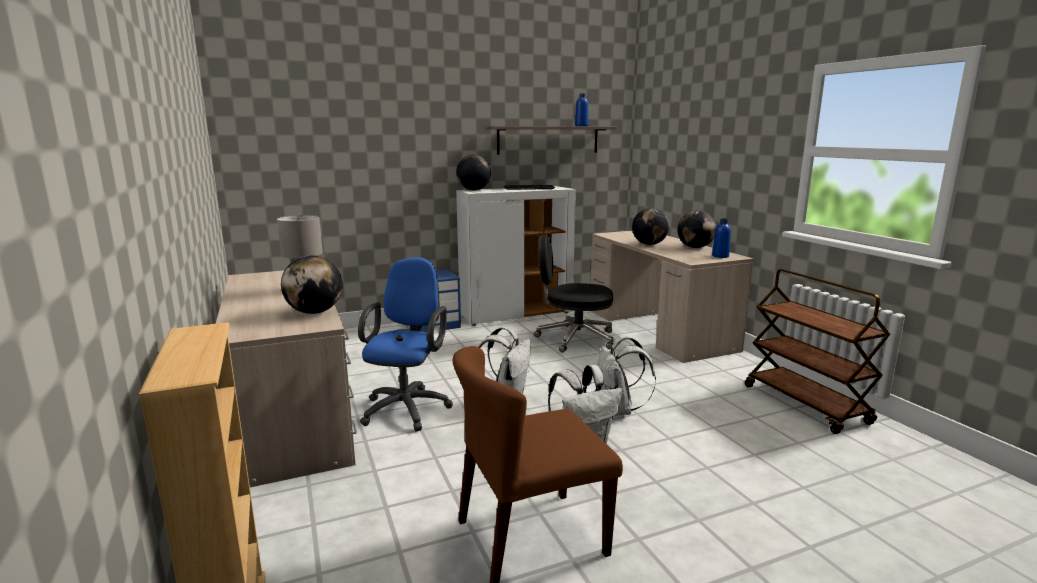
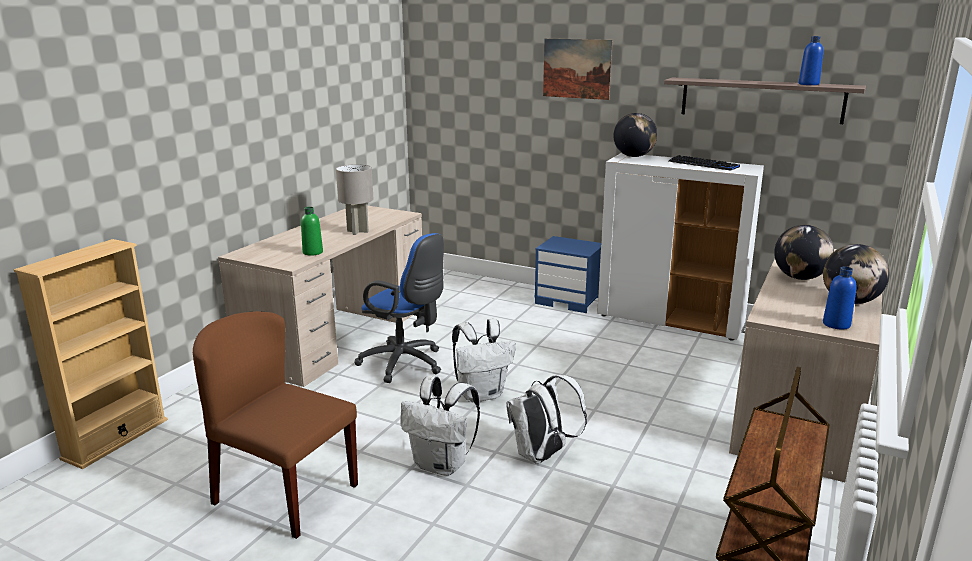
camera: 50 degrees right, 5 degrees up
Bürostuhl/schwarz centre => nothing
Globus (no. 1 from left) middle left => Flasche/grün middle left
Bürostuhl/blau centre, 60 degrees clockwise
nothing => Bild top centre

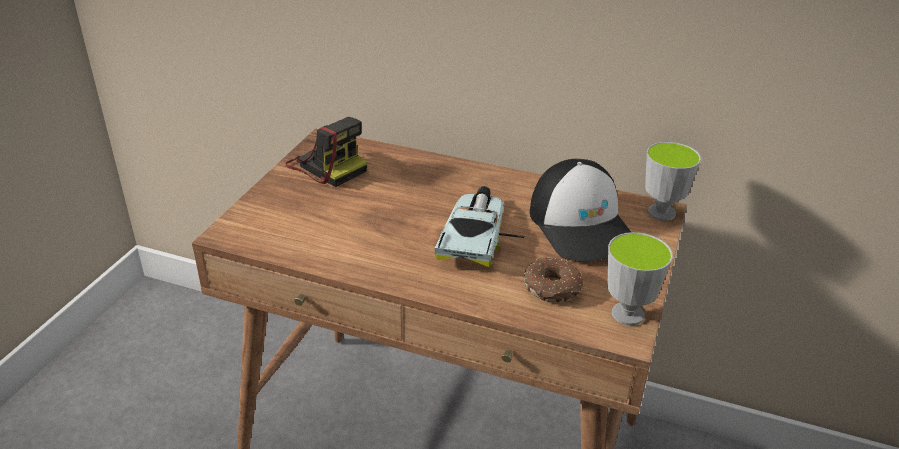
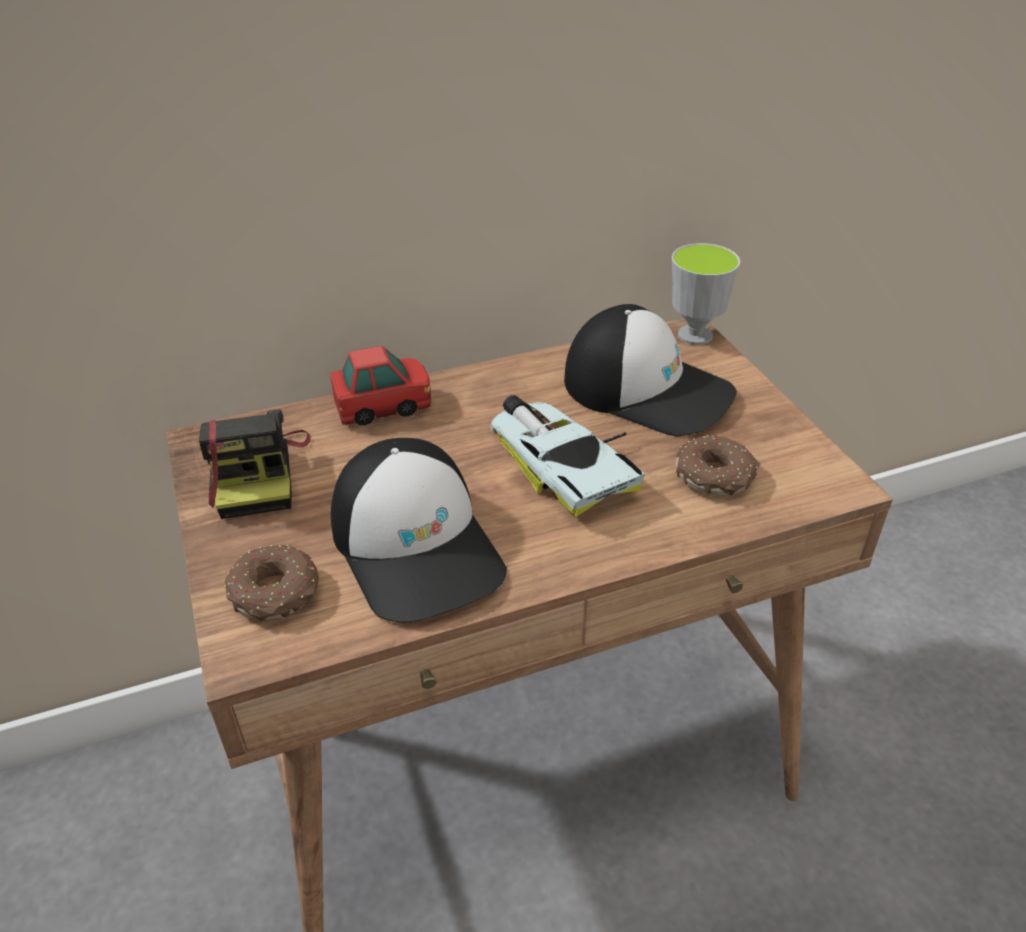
camera: 40 degrees left, 5 degrees up
Kamera centre => Kamera middle left, 75 degrees clockwise
Tasse (no. 1 from left) middle right => nothing
nothing => Spielzeugauto (no. 1 from left) centre
nothing => Kappe (no. 1 from left) centre
nothing => Donut (no. 1 from left) middle left

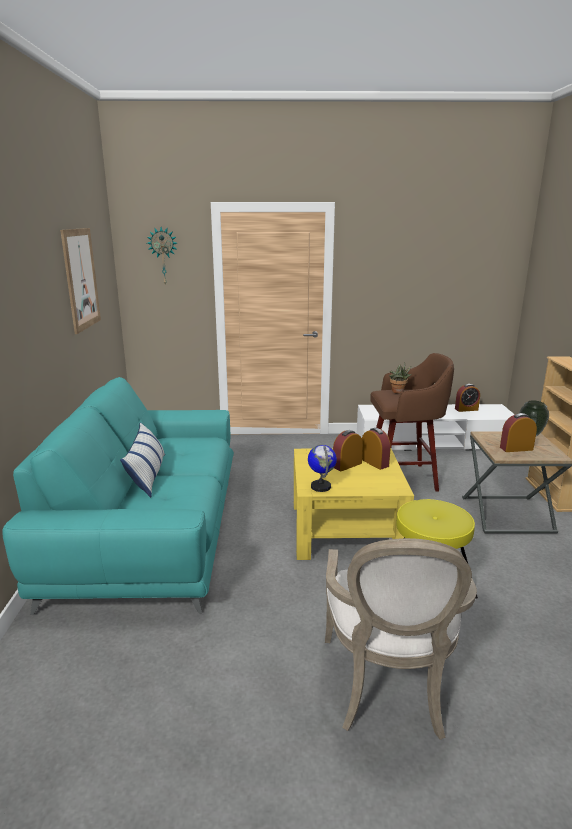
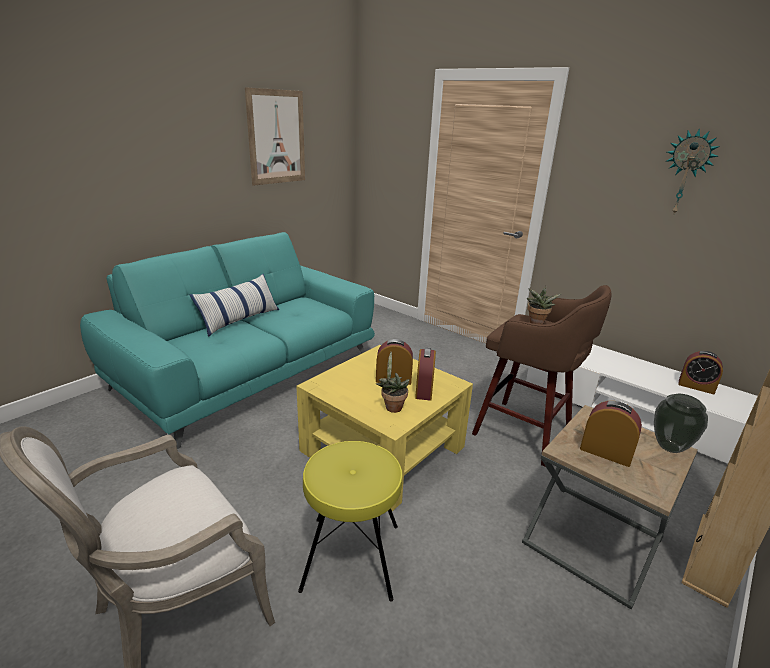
camera: 40 degrees right, 5 degrees up
Wanduhr top left => Wanduhr top right, shifted
Globus centre => nothing
nothing => Topfpflanze (no. 1 from left) centre

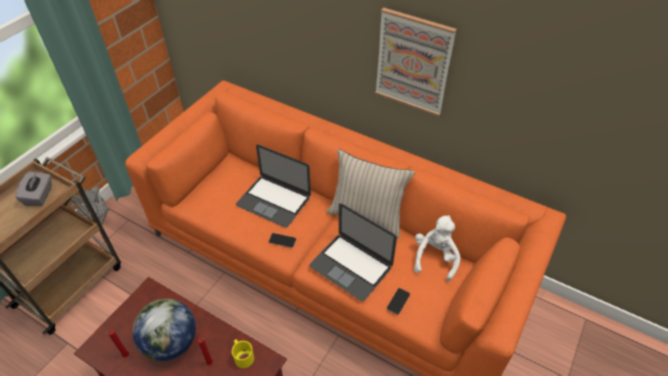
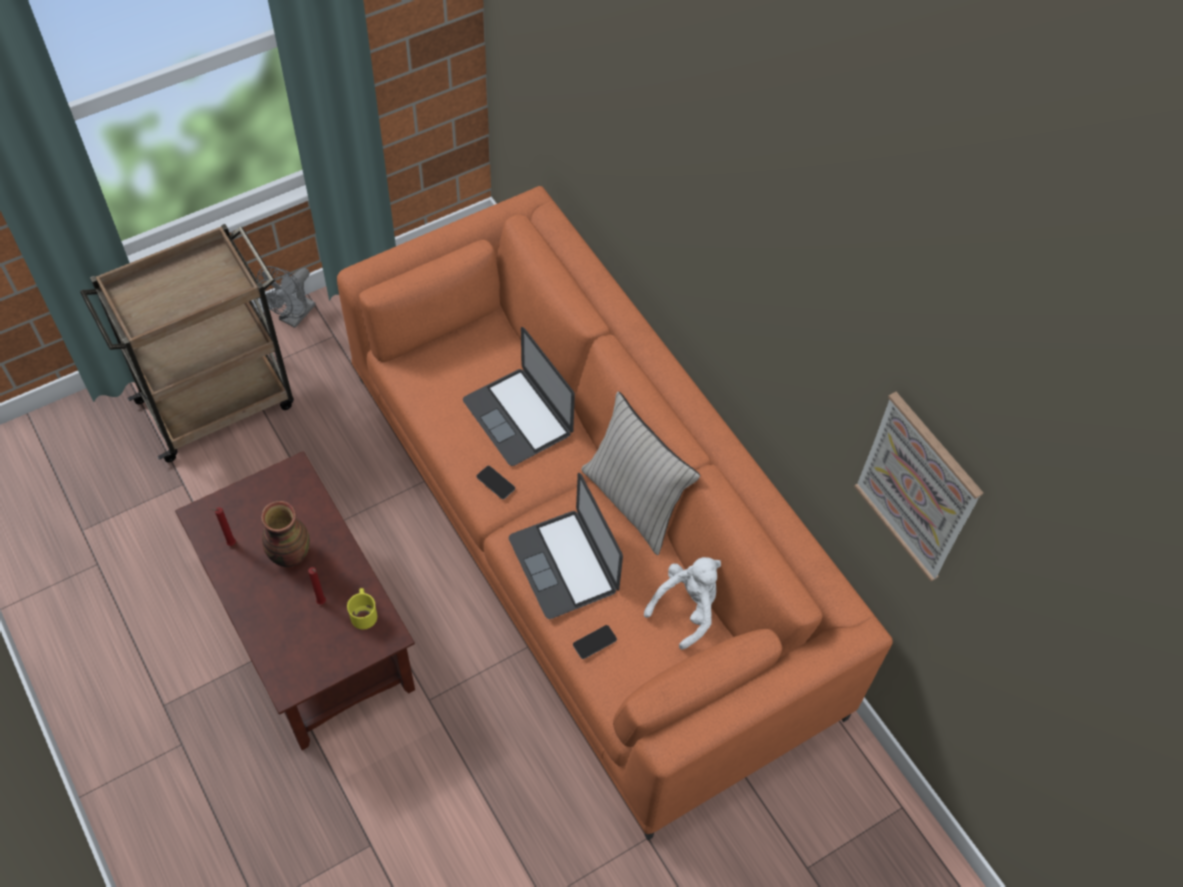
camera: 25 degrees right, 10 degrees up
Bild top centre => Bild middle right, shifted
Taschentuchbox/grau middle left => nothing
Globus bottom left => Vase middle left

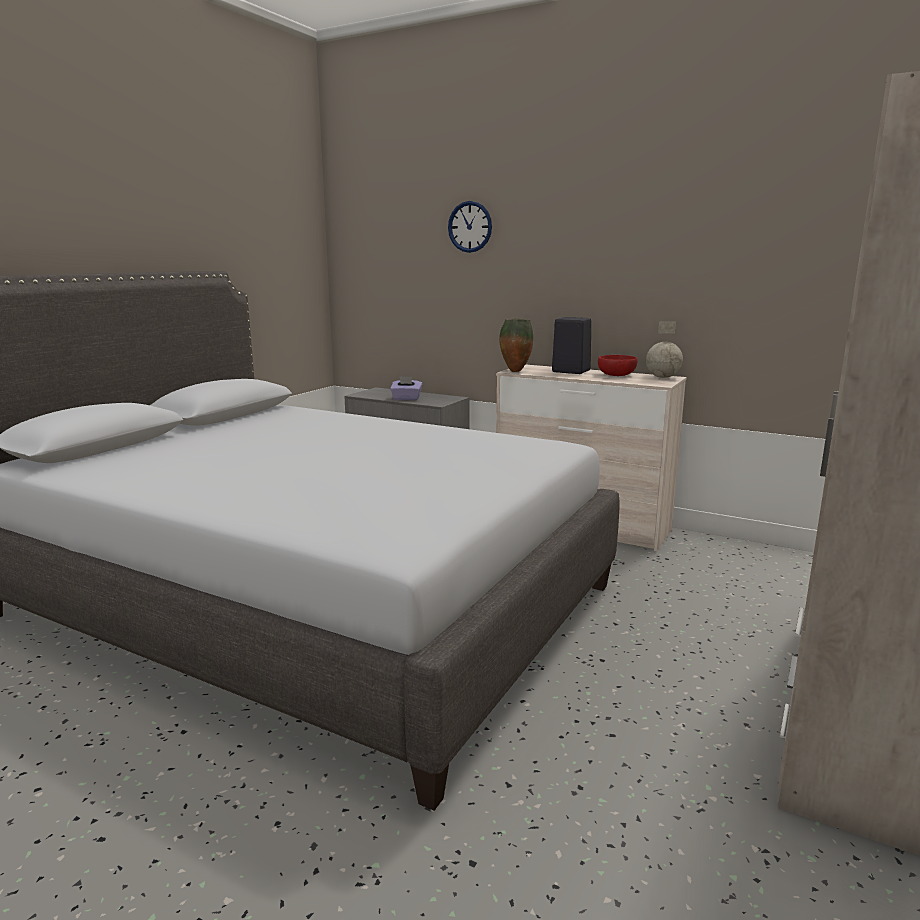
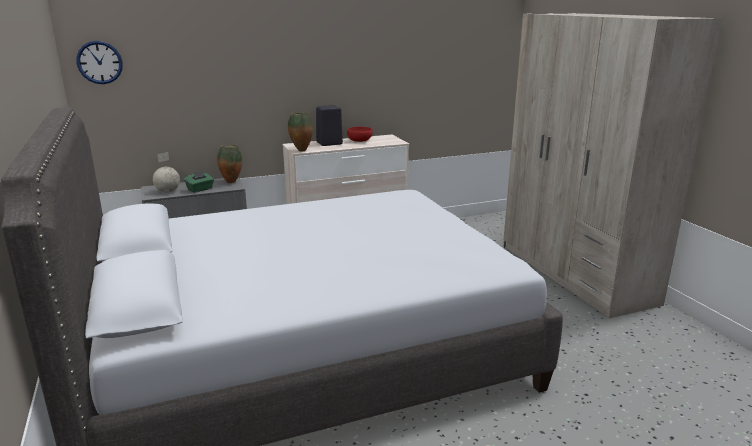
camera: 50 degrees left, 5 degrees up
Wanduhr top centre => Wanduhr top left, shifted
Globus middle right => Globus middle left, shifted
Taschentuchbox/lila centre => Taschentuchbox/grün middle left
nothing => Vase (no. 1 from left) middle left

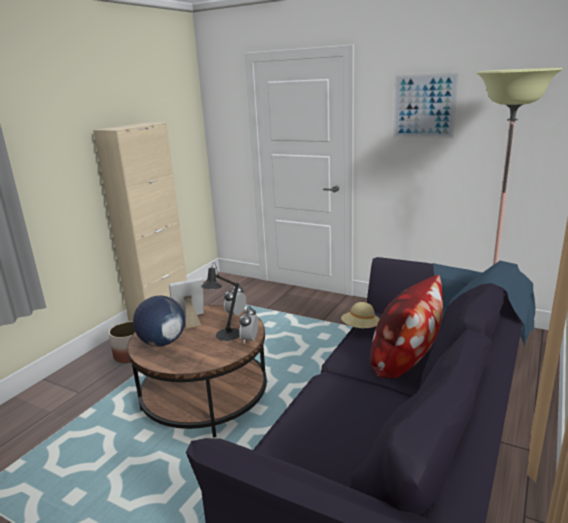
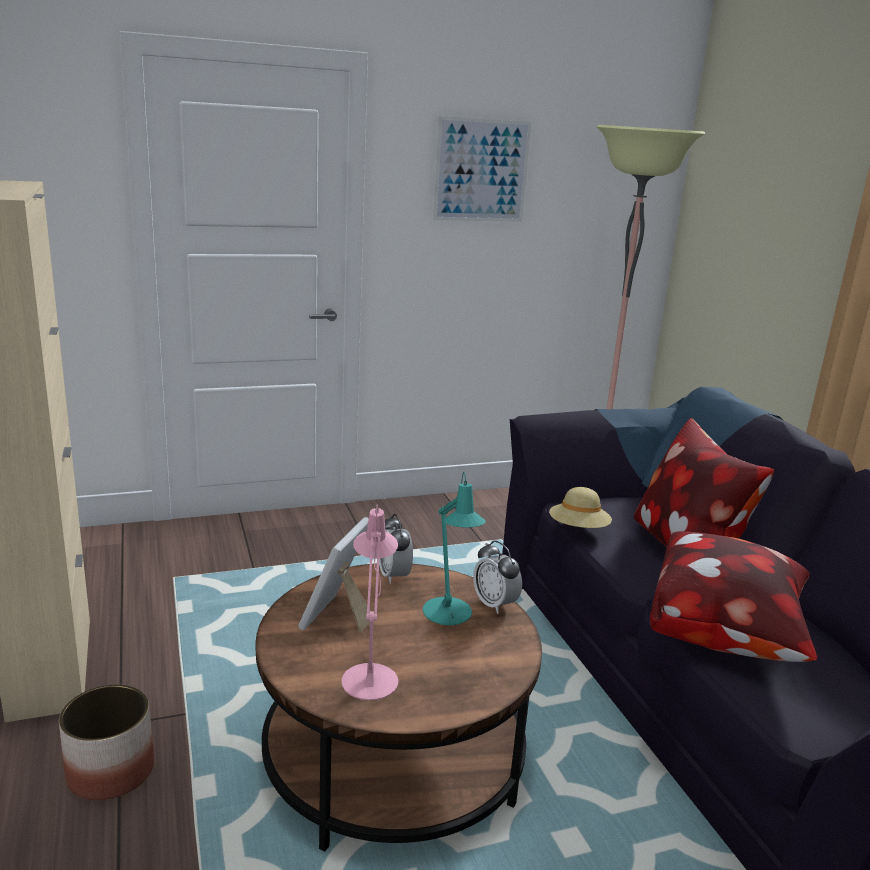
camera: 50 degrees left, 0 degrees up
Tischlampe/schwarz centre => Tischlampe/türkis centre
Globus middle left => Tischlampe/rosa bottom centre
nothing => Kissen (no. 2 from left) bottom right

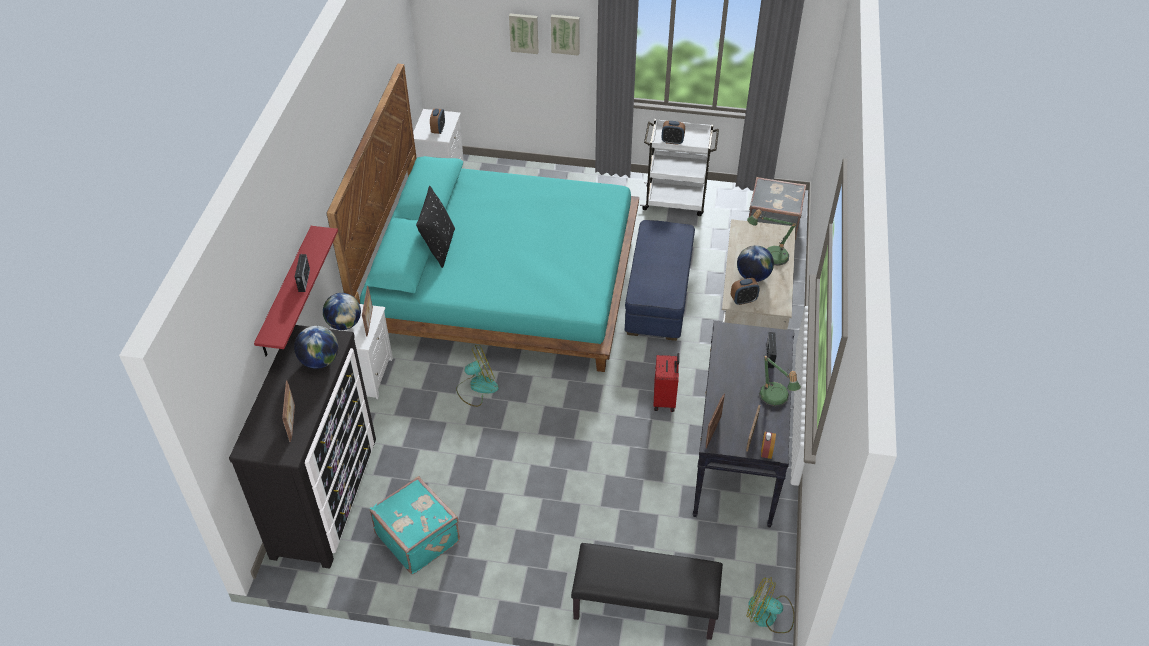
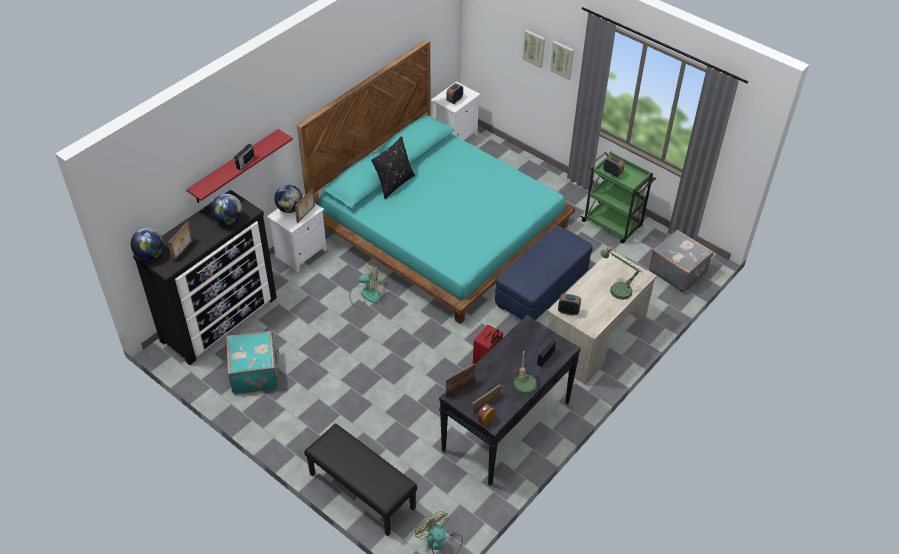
camera: 30 degrees right, 0 degrees up
Rollwagen/weiß top centre => Rollwagen/grün middle right
Globus (no. 3 from left in the first image) centre => Globus (no. 1 from left) middle left, shifted

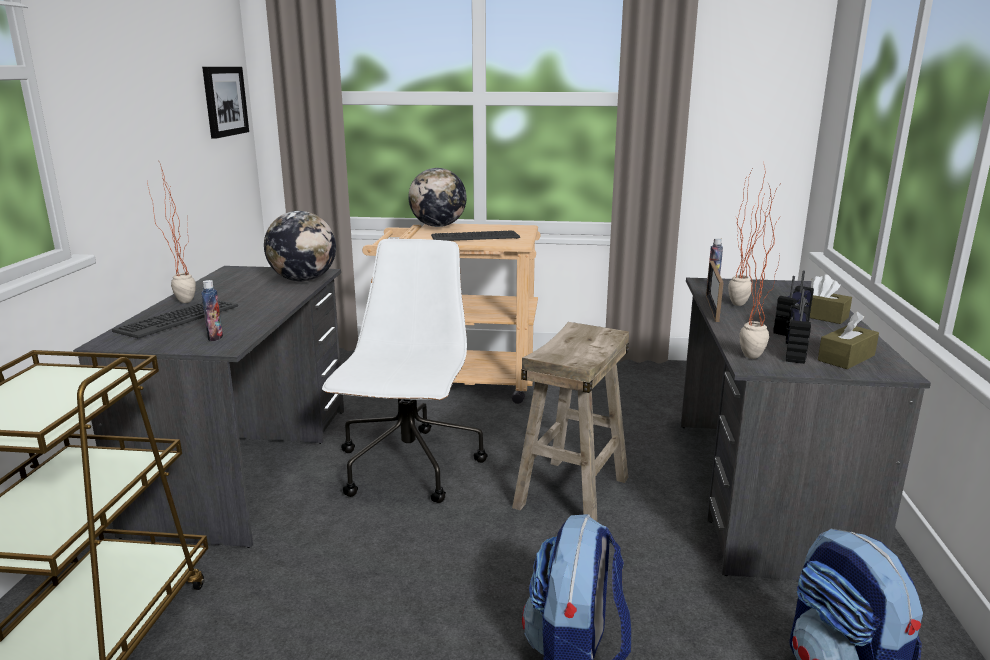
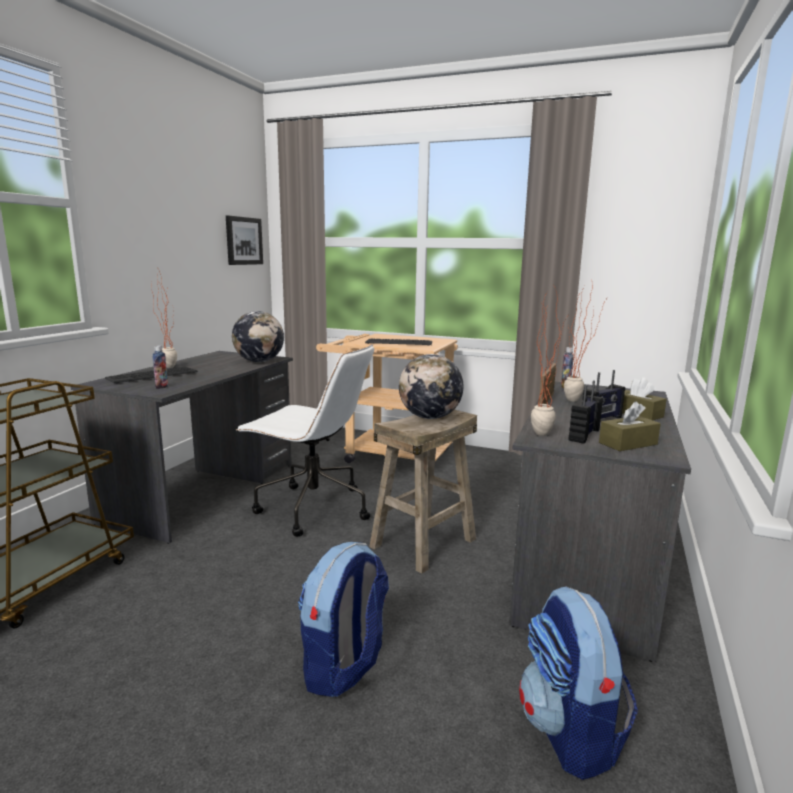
camera: 15 degrees right, 5 degrees down
Globus (no. 2 from left) top centre => Globus (no. 2 from left) centre, shifted
Bürostuhl/weiß centre, 90 degrees clockwise

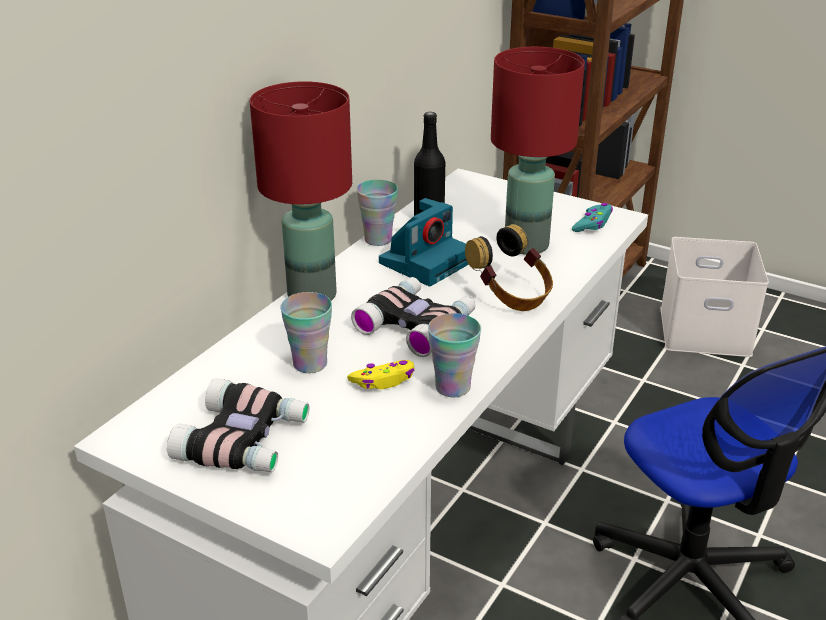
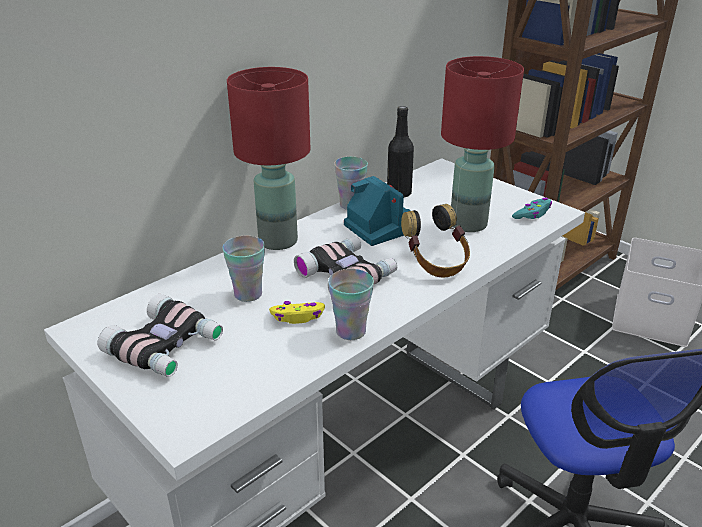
camera: 15 degrees right, 0 degrees up
Kamera centre, 90 degrees counterclockwise

